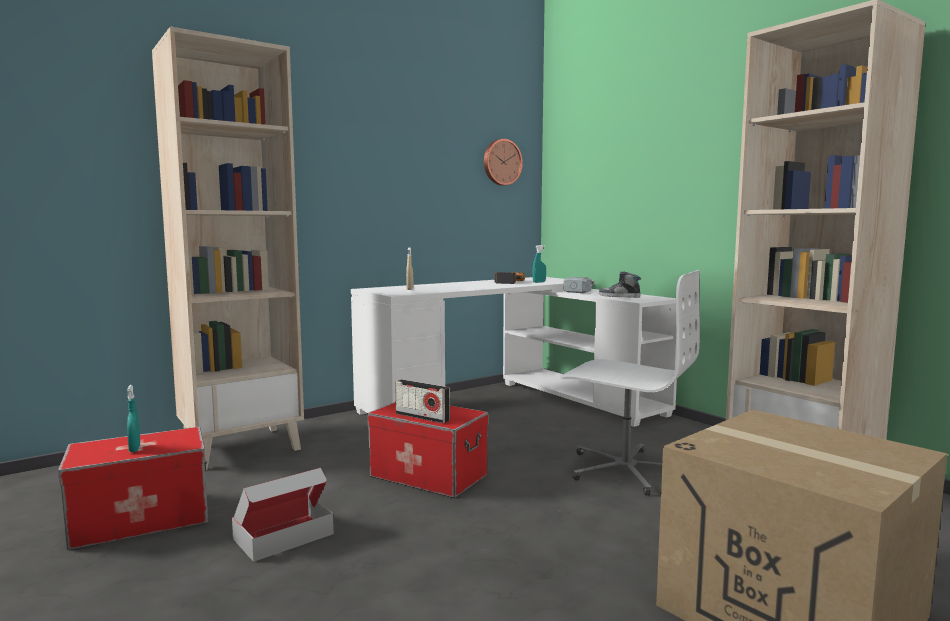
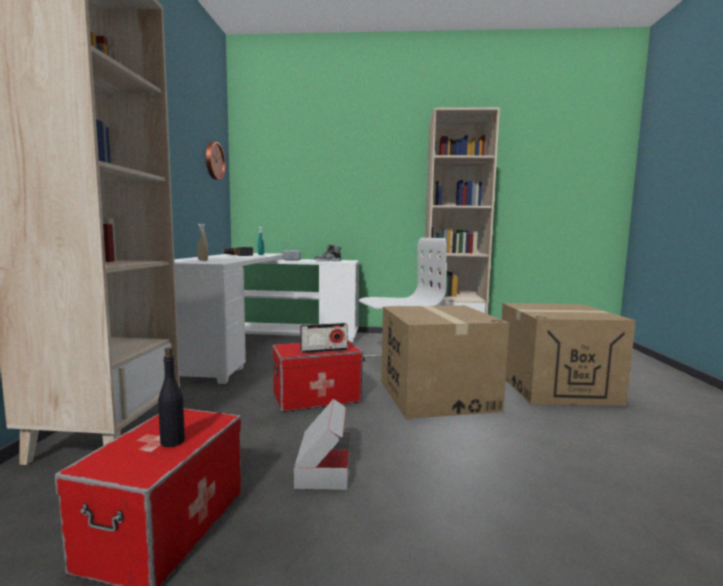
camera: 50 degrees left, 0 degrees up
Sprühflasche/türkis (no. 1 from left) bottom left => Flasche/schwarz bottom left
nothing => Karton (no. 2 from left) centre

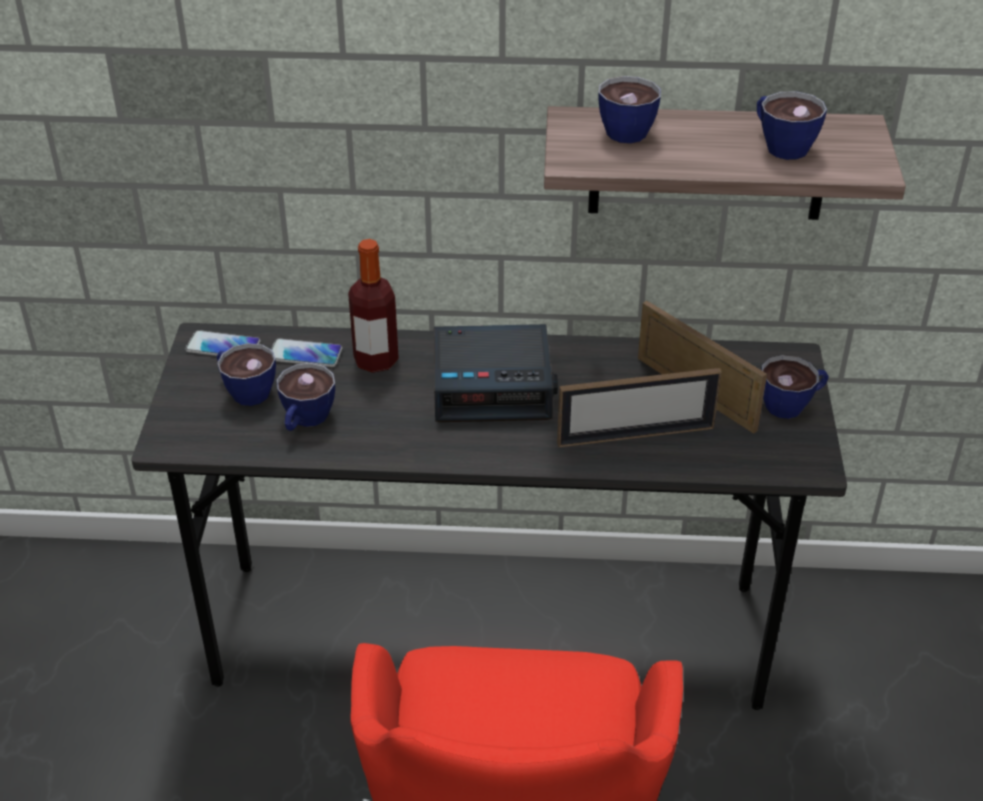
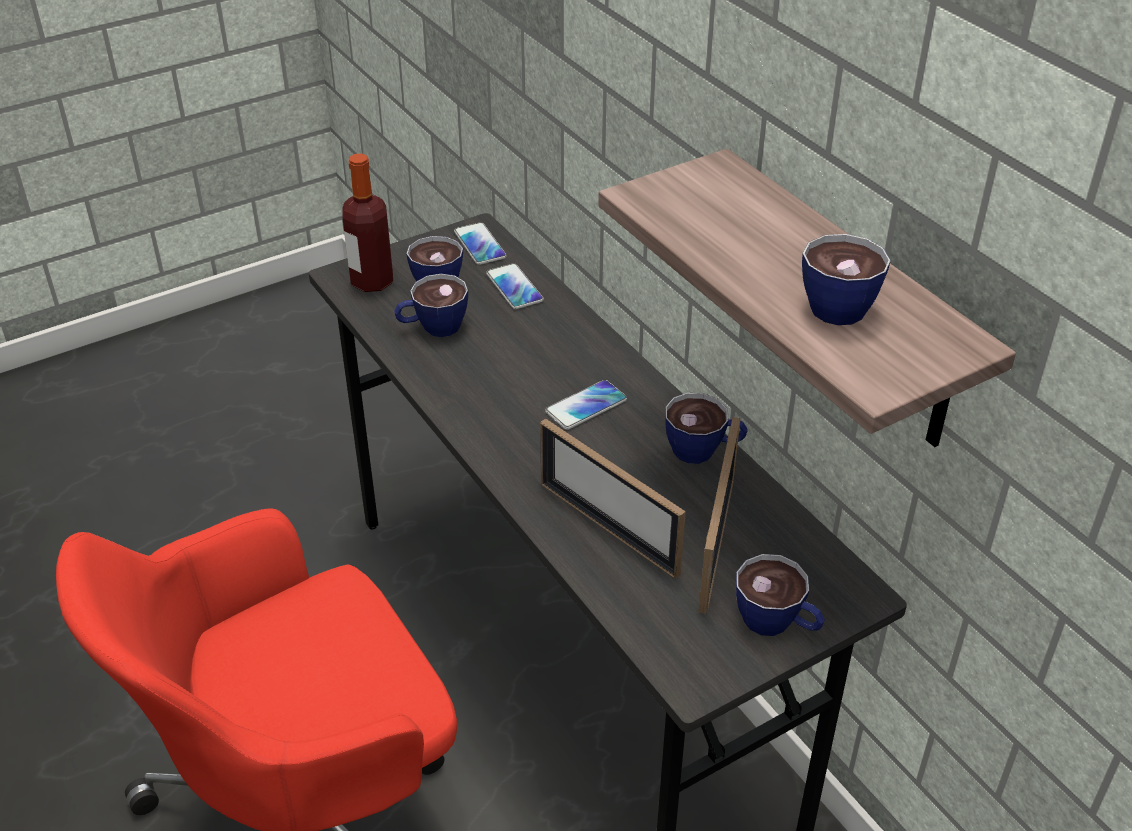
camera: 55 degrees right, 0 degrees up
Tasse (no. 3 from left) top centre => Tasse (no. 3 from left) centre, shifted
Flasche centre => Flasche top left, shifted
Wecker centre => Handy (no. 3 from left) centre

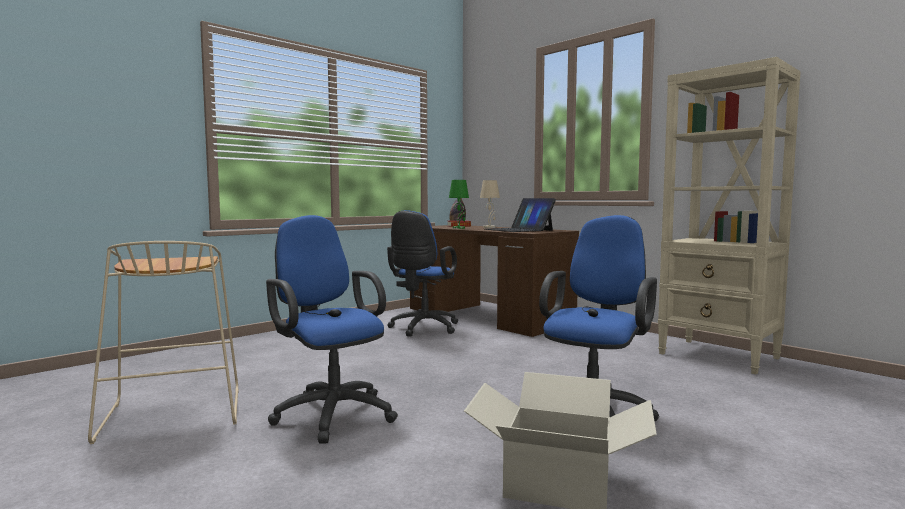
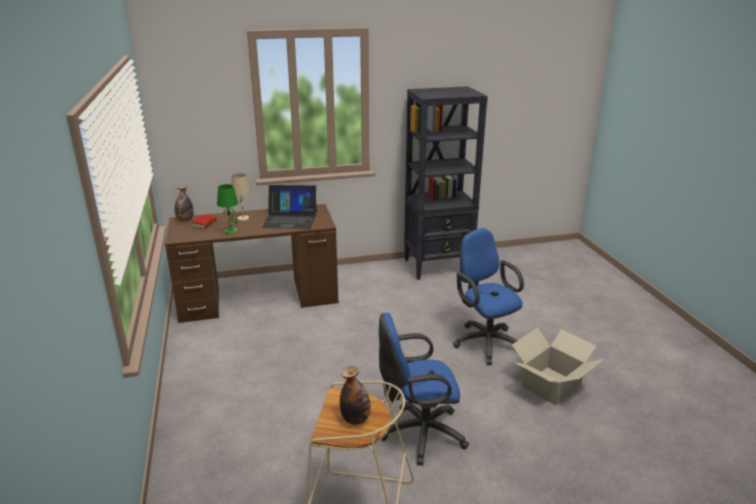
camera: 60 degrees left, 20 degrees up
Bücherregal/beige middle right => Bücherregal/schwarz centre
Bürostuhl/blau (no. 2 from left) centre => nothing
nothing => Flasche (no. 2 from left) bottom centre

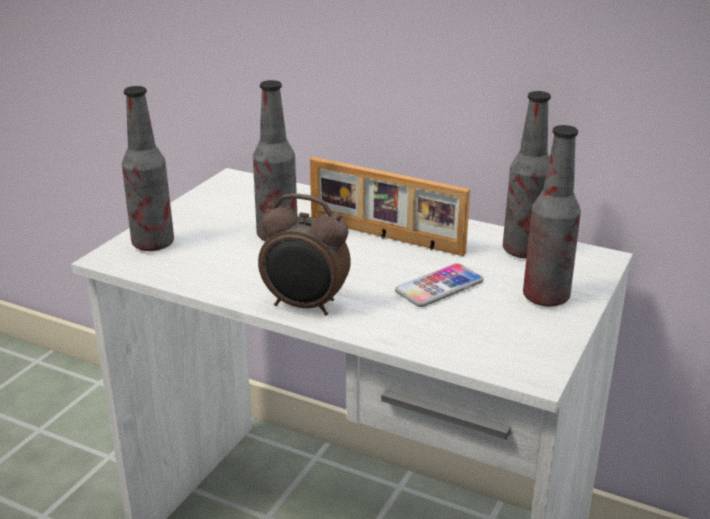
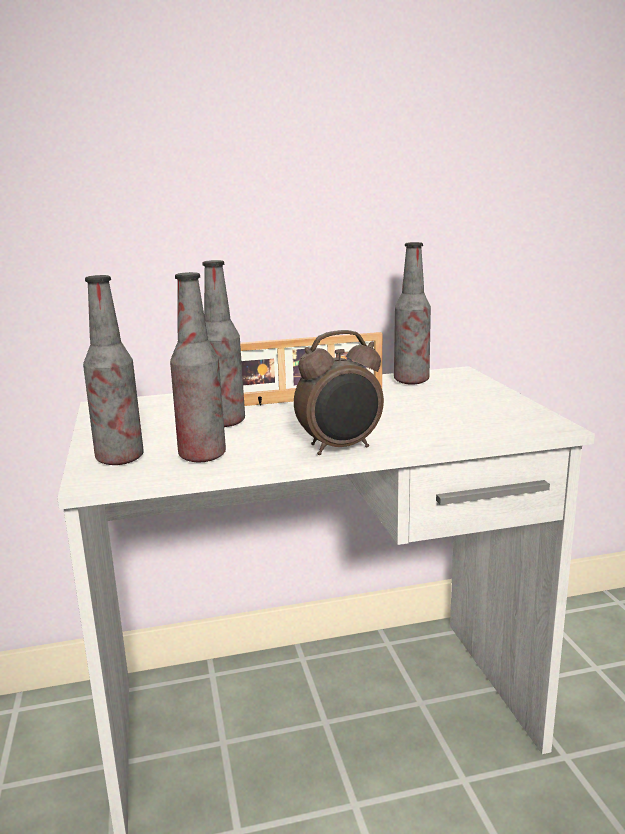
camera: 40 degrees left, 10 degrees down
Flasche (no. 4 from left in the first image) middle right => Flasche (no. 2 from left) middle left, shifted
Handy centre => nothing

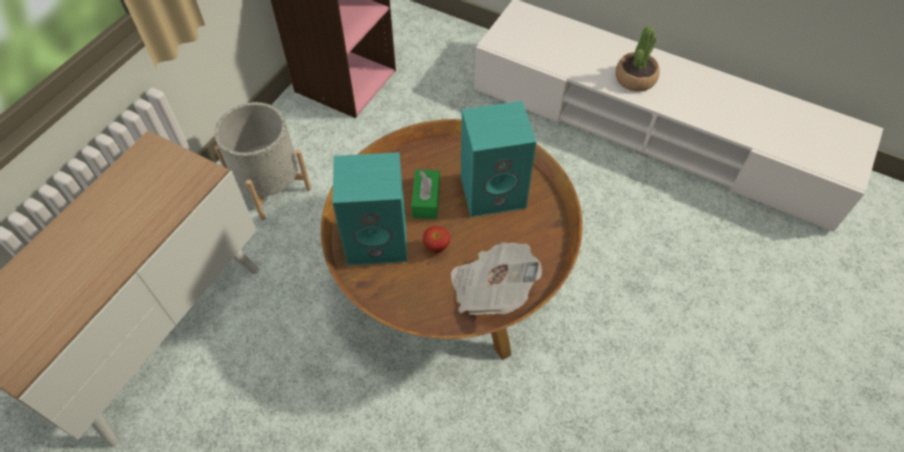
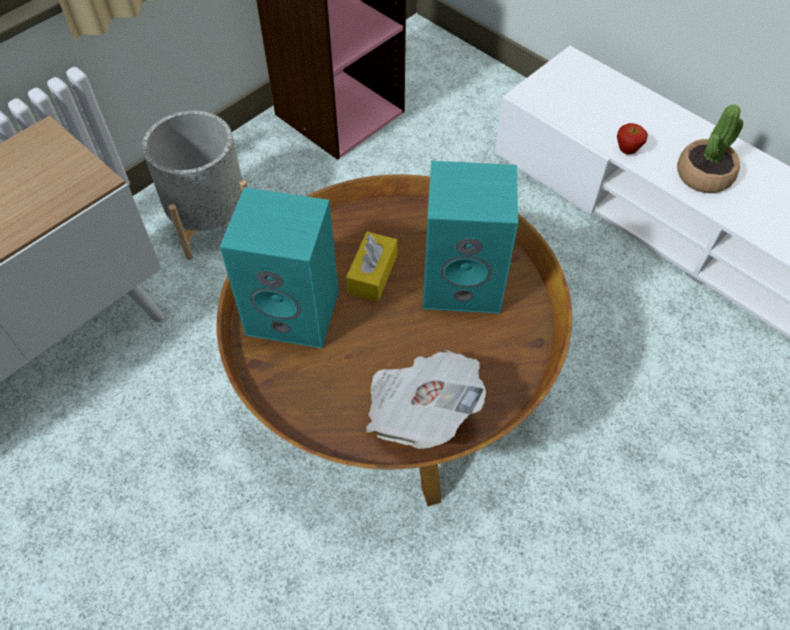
camera: 15 degrees right, 0 degrees up
Taschentuchbox/grün centre => Taschentuchbox/gelb centre
Apfel centre => Apfel top right, shifted

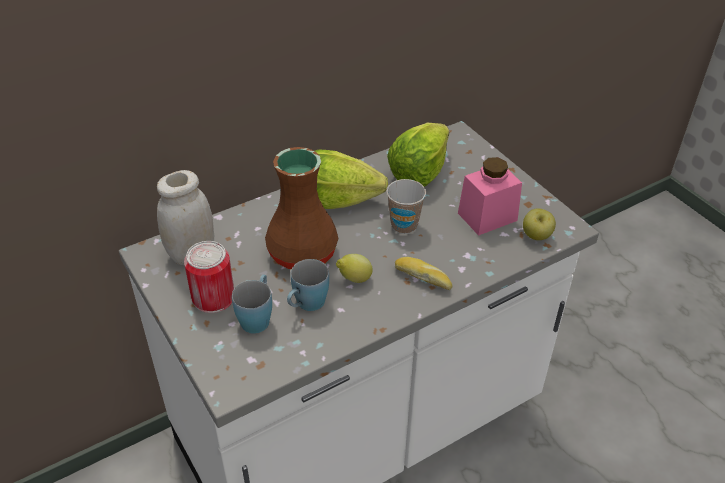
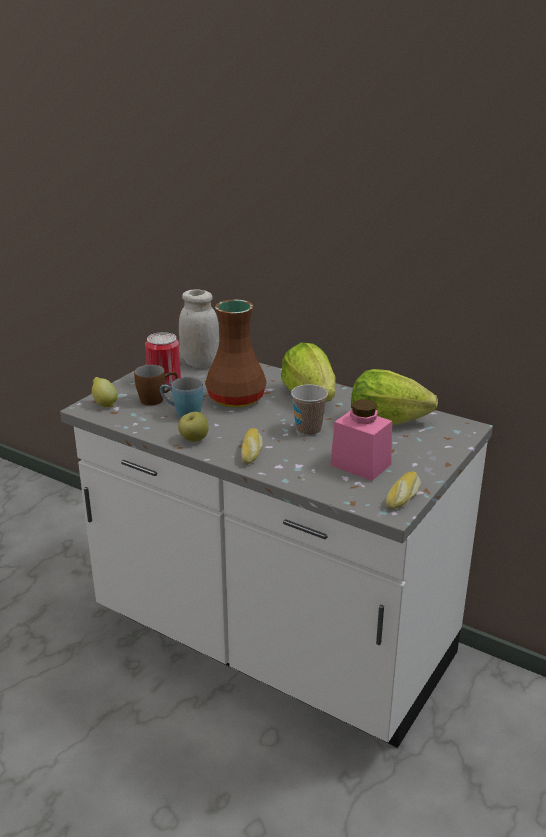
camera: 65 degrees right, 15 degrees down
Apfel middle right => Apfel centre, shifted
Zitrone centre => Zitrone middle left, shifted
Henkelbecher/blau (no. 1 from left) centre => Henkelbecher/braun middle left
nothing => Brot (no. 2 from left) middle right

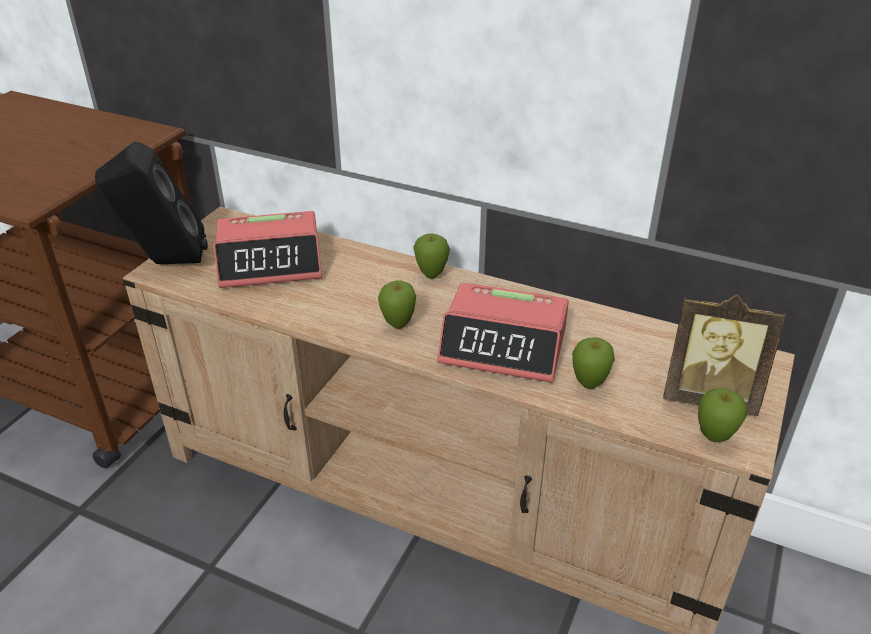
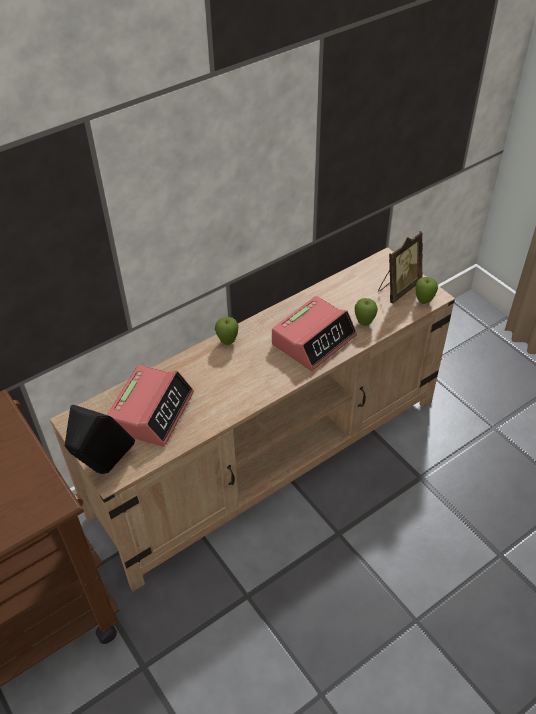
camera: 60 degrees left, 10 degrees up
Apfel (no. 1 from left) centre => nothing

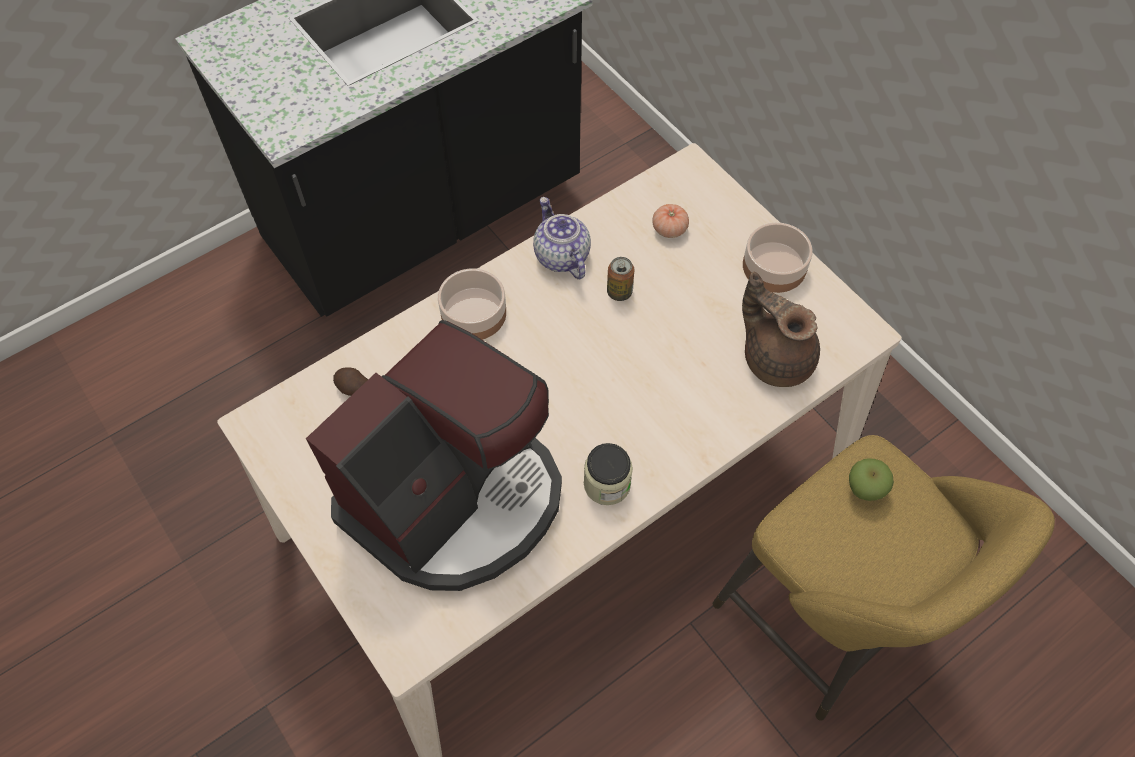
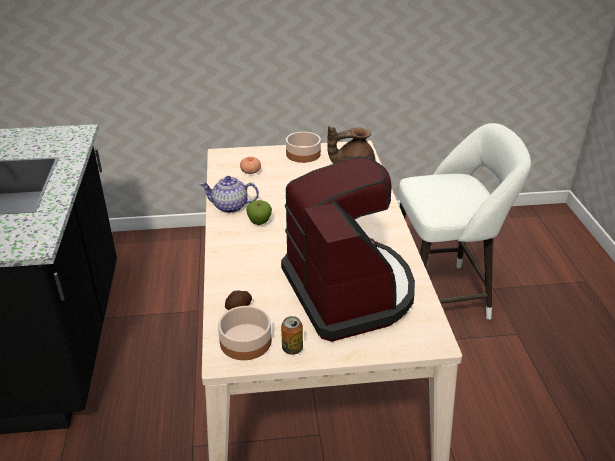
camera: 60 degrees left, 25 degrees down
Dose centre => Dose bottom centre, shifted
Schüssel (no. 1 from left) centre => Schüssel (no. 1 from left) bottom centre, shifted
Hocker/gelb bottom right => Hocker/weiß middle right
Vorratsglas centre => nothing
Apfel middle right => Apfel centre, shifted

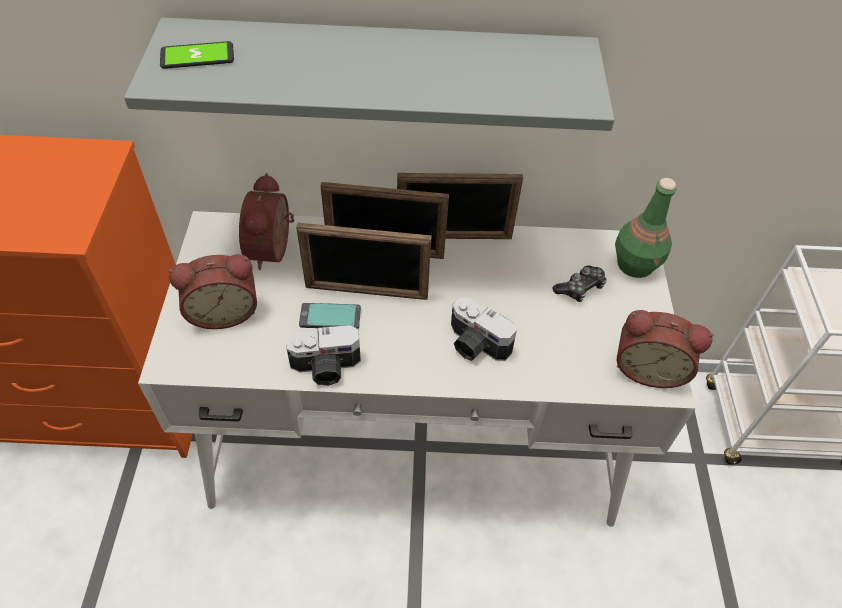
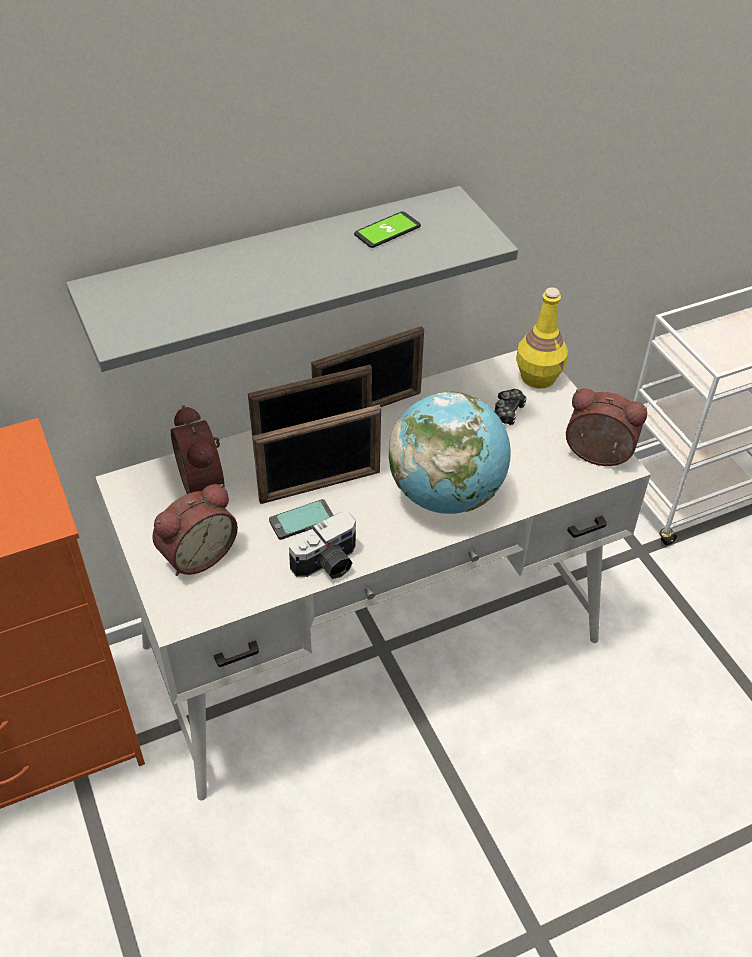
camera: 25 degrees left, 5 degrees down
Handy (no. 1 from left in the first image) top left => Handy (no. 2 from left) top centre, shifted
Flasche/grün middle right => Flasche/gelb middle right
Kamera (no. 2 from left) centre => Globus centre
Wecker (no. 3 from left) middle right, 150 degrees counterclockwise

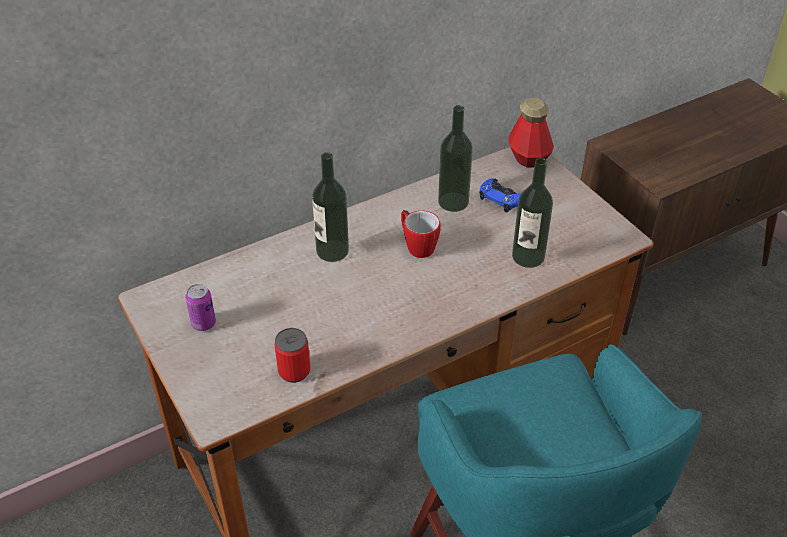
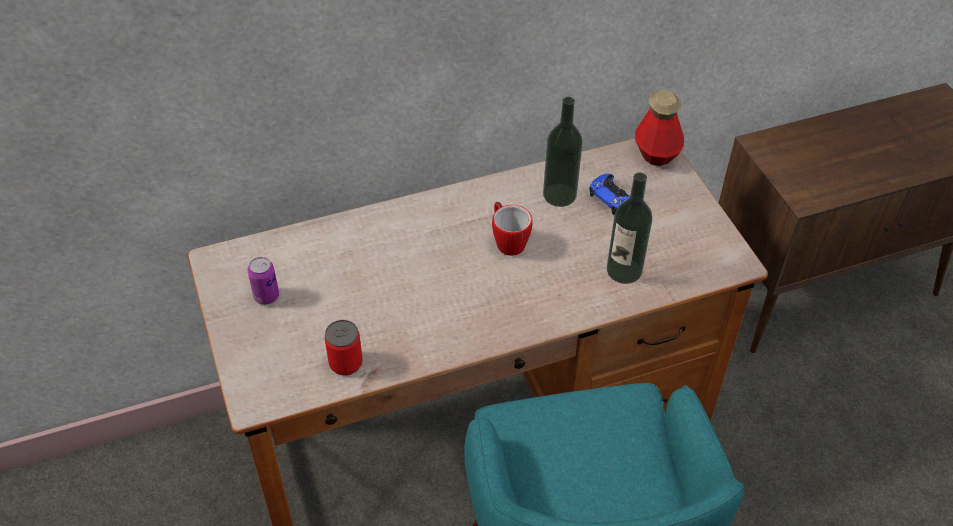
camera: 10 degrees right, 5 degrees up
Flasche (no. 1 from left) centre => nothing

